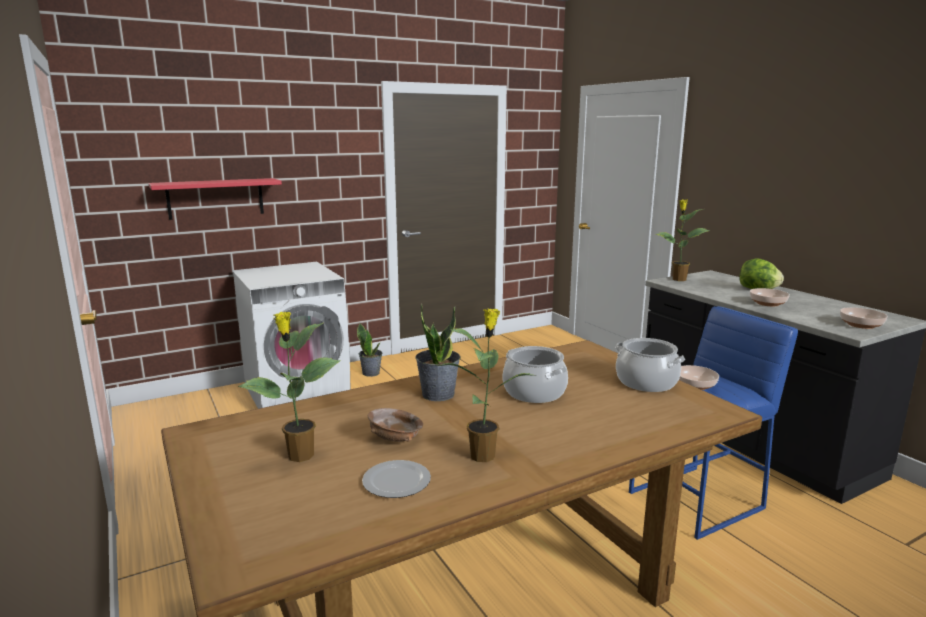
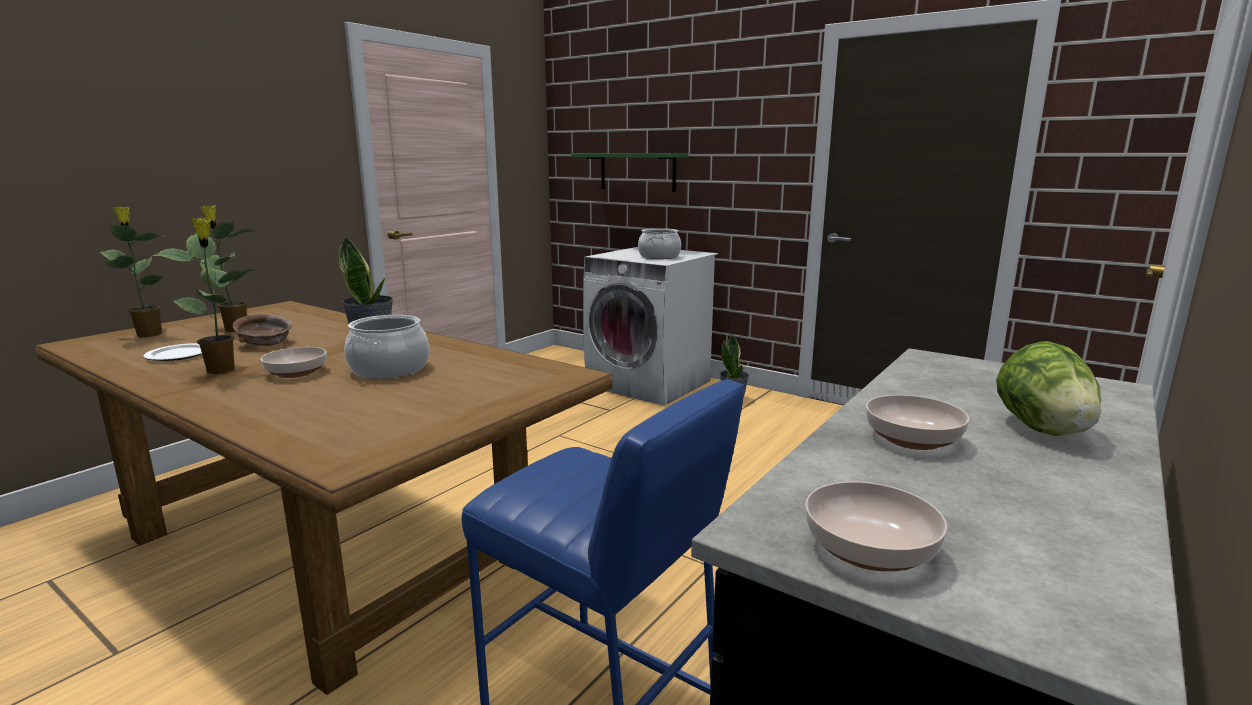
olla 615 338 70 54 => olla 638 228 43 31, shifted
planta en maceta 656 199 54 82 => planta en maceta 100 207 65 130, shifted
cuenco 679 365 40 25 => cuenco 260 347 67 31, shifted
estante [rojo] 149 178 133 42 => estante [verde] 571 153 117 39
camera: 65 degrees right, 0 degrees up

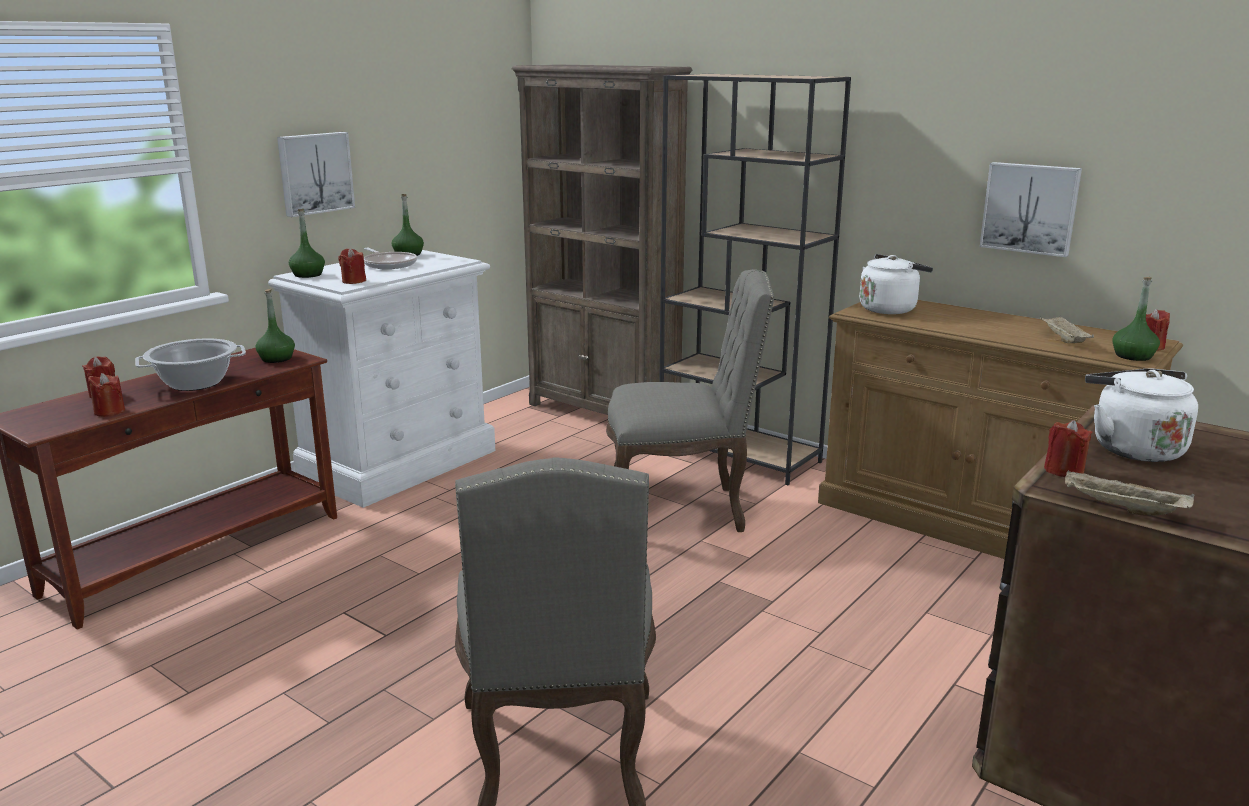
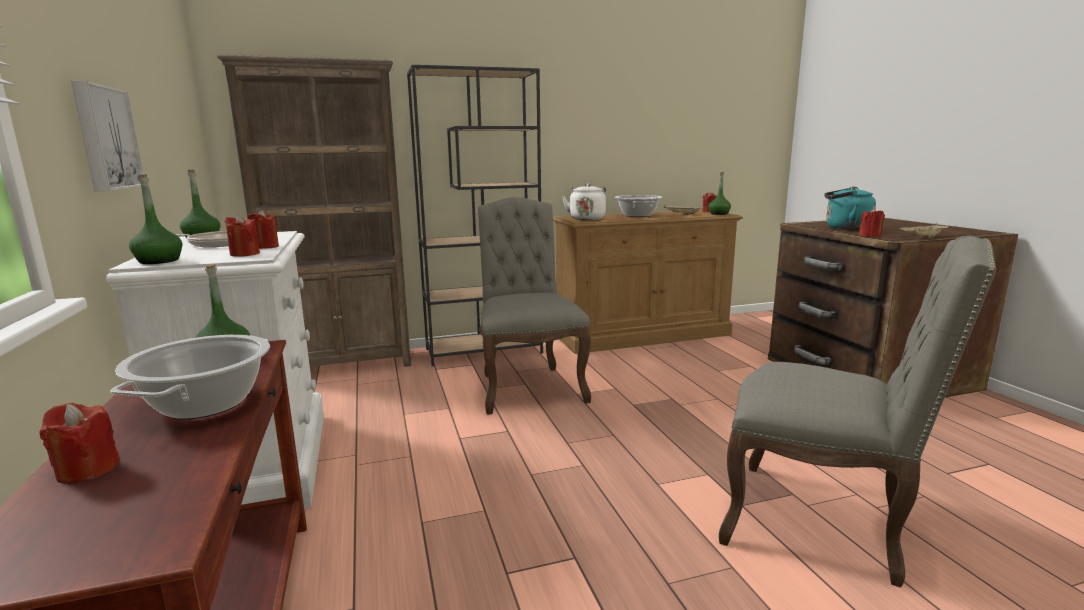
cuadro 980 162 102 95 => nothing
nothing => olla 615 195 47 22
vela [rojo] 88 373 37 44 => vela [rojo] 248 210 31 39, shifted
hervidor [blanco] 1085 369 113 93 => hervidor [turquesa] 824 186 52 44
silla [gris] 606 269 168 263 => silla [gris] 478 197 113 218, 45 degrees counterclockwise
camera: 55 degrees left, 5 degrees down

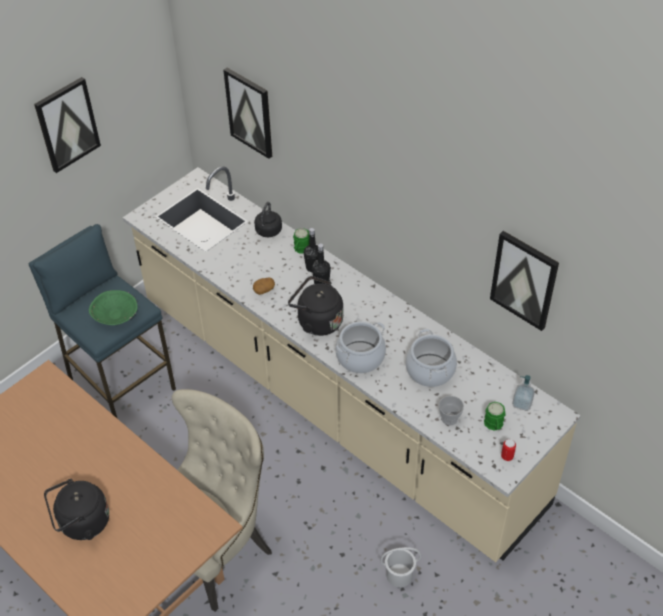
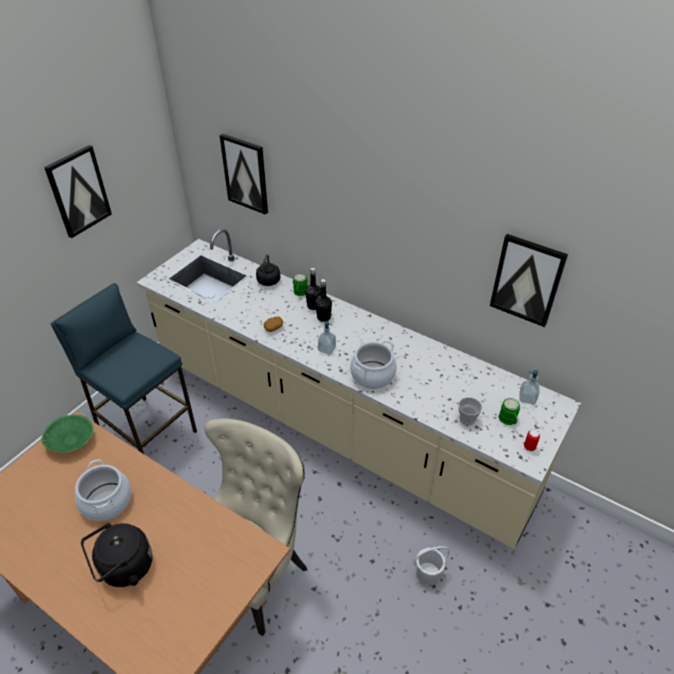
cuenco [verde] 89 290 49 35 => cuenco [verde] 41 415 53 38, shifted
olla 406 329 51 58 => olla 75 459 56 62, shifted
hervidor [negro] 288 276 55 60 => dispensador de jabón 318 321 18 33
camera: 10 degrees left, 5 degrees down

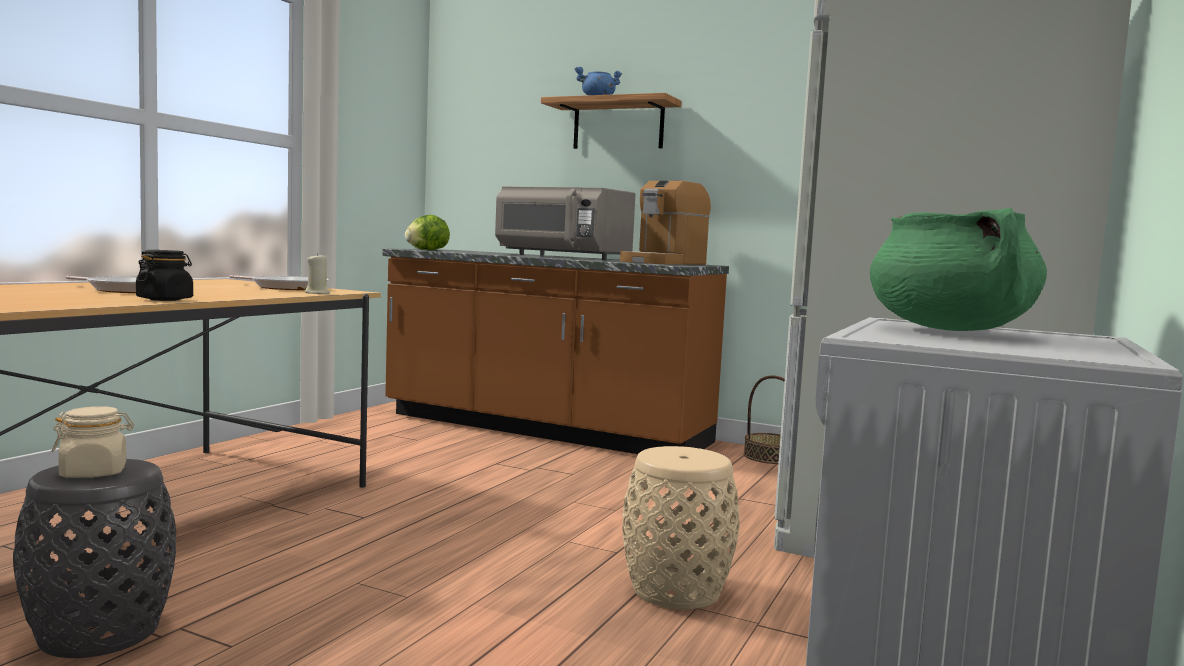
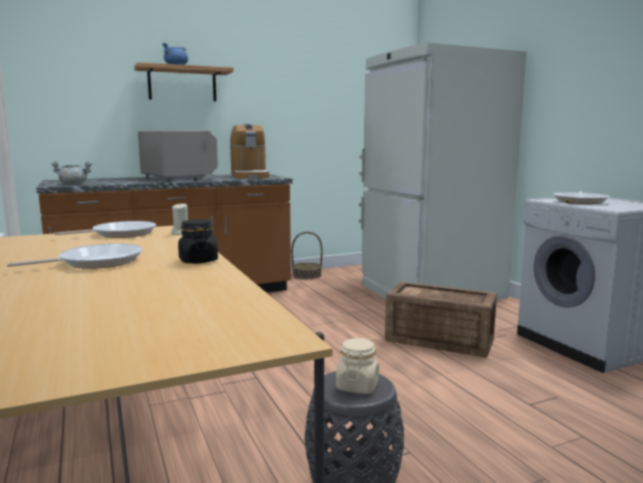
lechuga 405 215 45 35 => olla [gris] 51 161 41 24
taburete [beis] 622 446 118 163 => caja de embalaje 385 282 112 75
olla [verde] 870 208 177 123 => sartén 554 191 55 13
microondas [gris] 495 186 140 74 => microondas [gris] 138 130 80 52, 105 degrees counterclockwise
camera: 50 degrees left, 5 degrees up

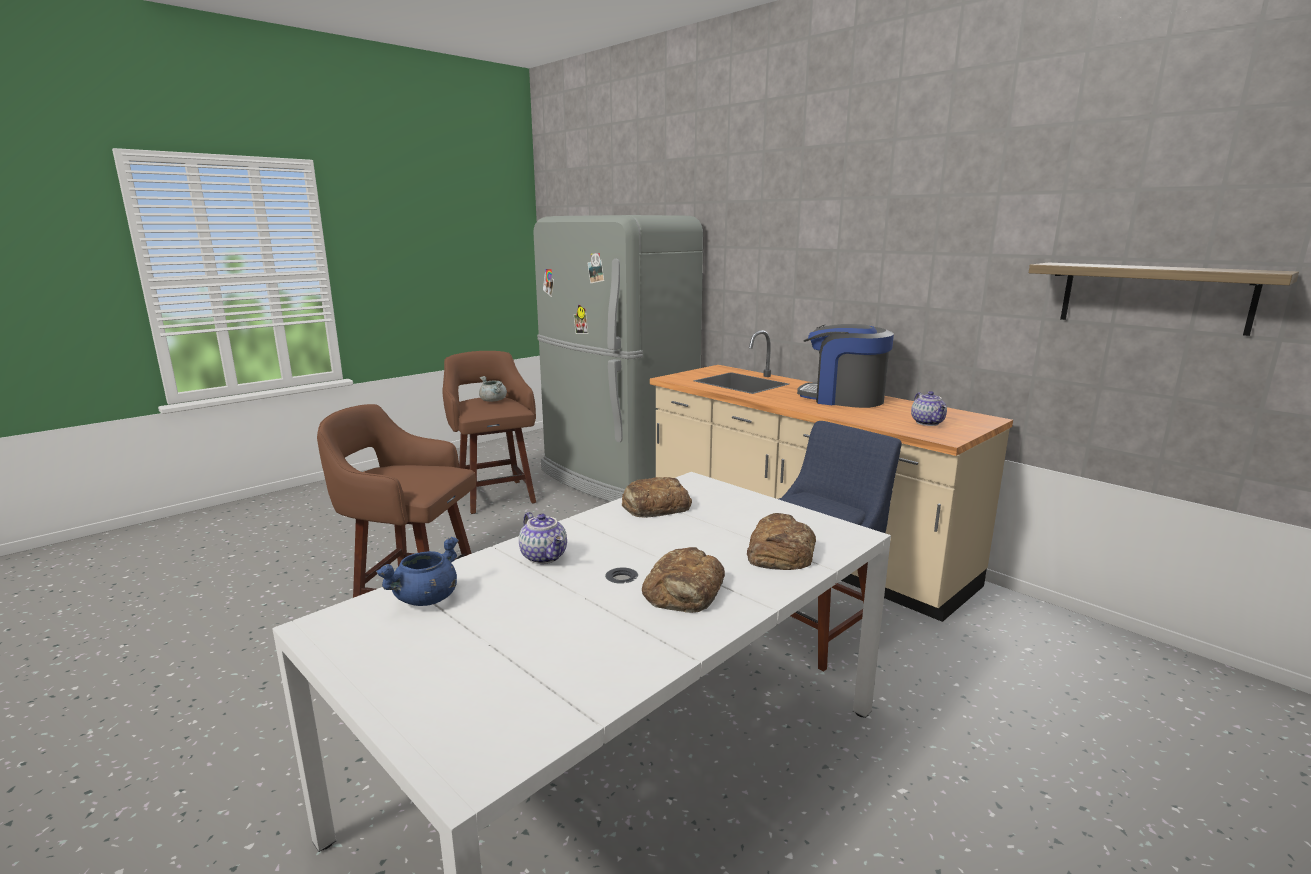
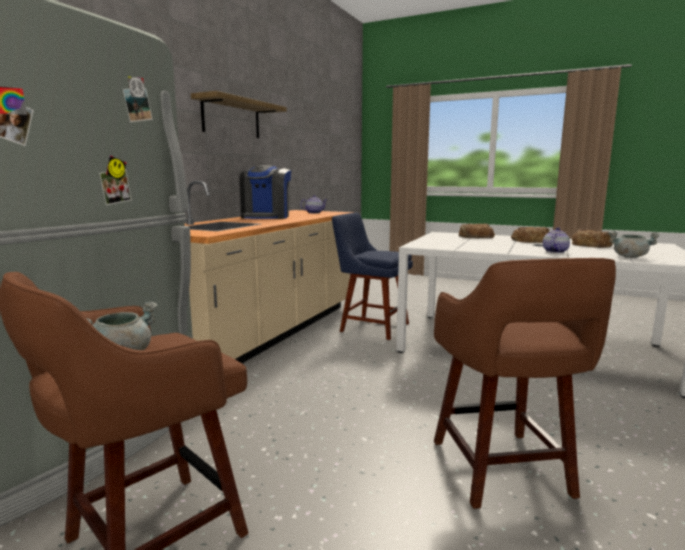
pan 622 477 70 41 => pan 572 229 41 19, shifted
estante 1029 263 270 73 => estante 191 91 96 47, shifted
olla [azul] 376 537 83 69 => olla [gris] 608 231 53 27
camera: 110 degrees left, 5 degrees down

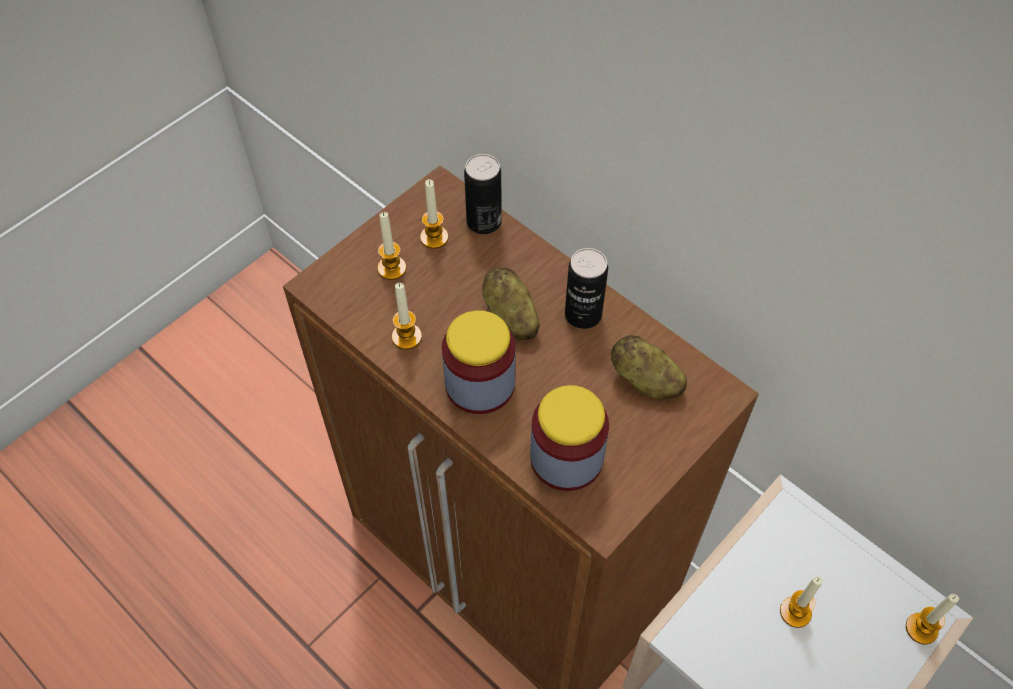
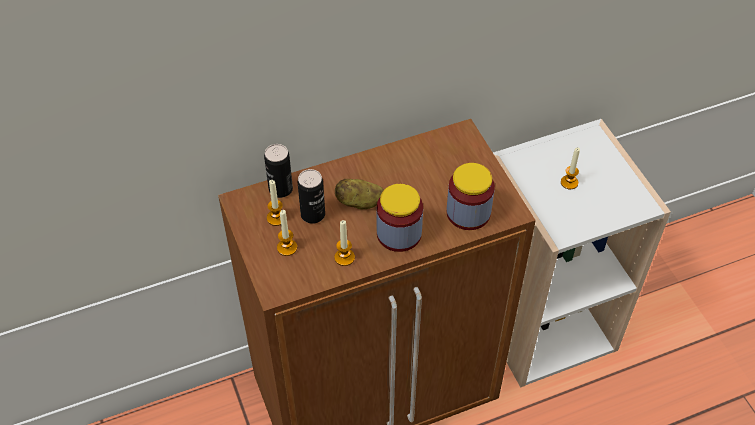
patata 611 335 76 64 => nothing
vela 906 594 53 50 => nothing
lata 565 248 43 81 => lata 298 169 27 55, shifted
camera: 65 degrees left, 5 degrees down

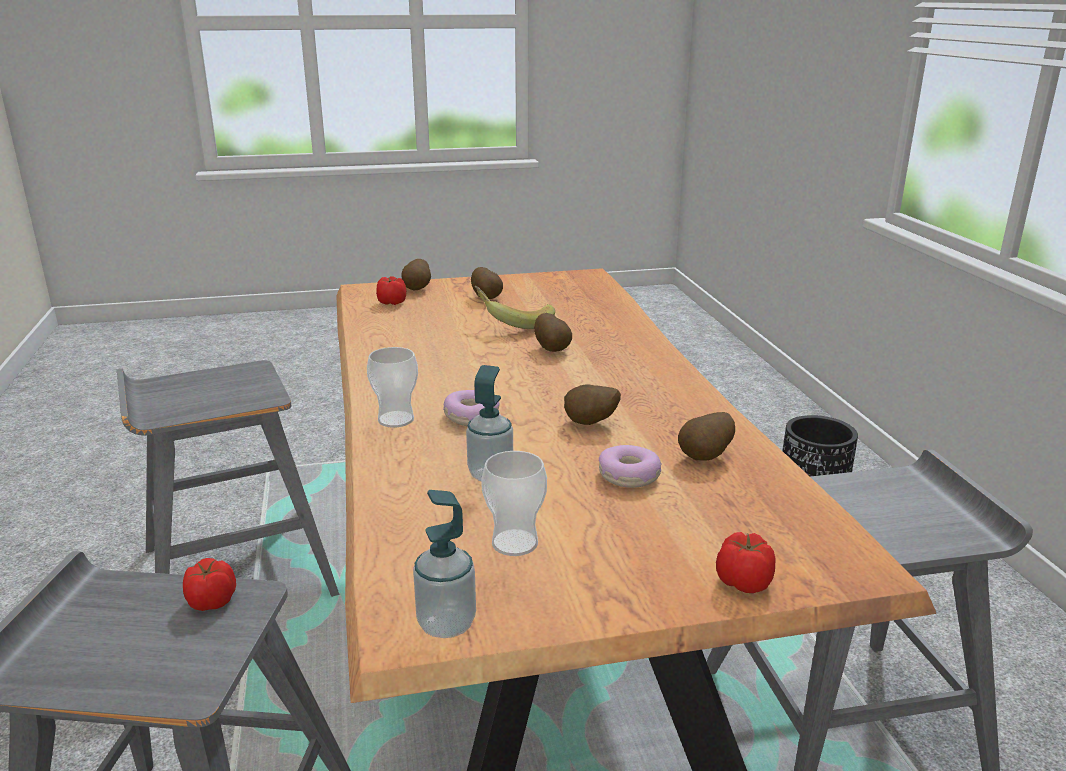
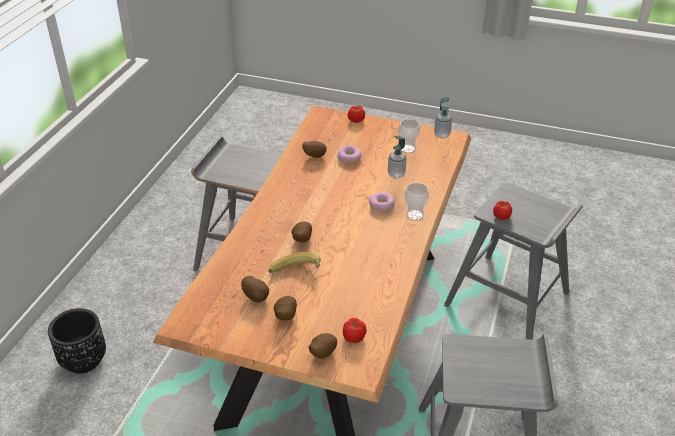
patata 564 385 57 40 => patata 241 276 28 26, shifted
camera: 150 degrees left, 15 degrees up

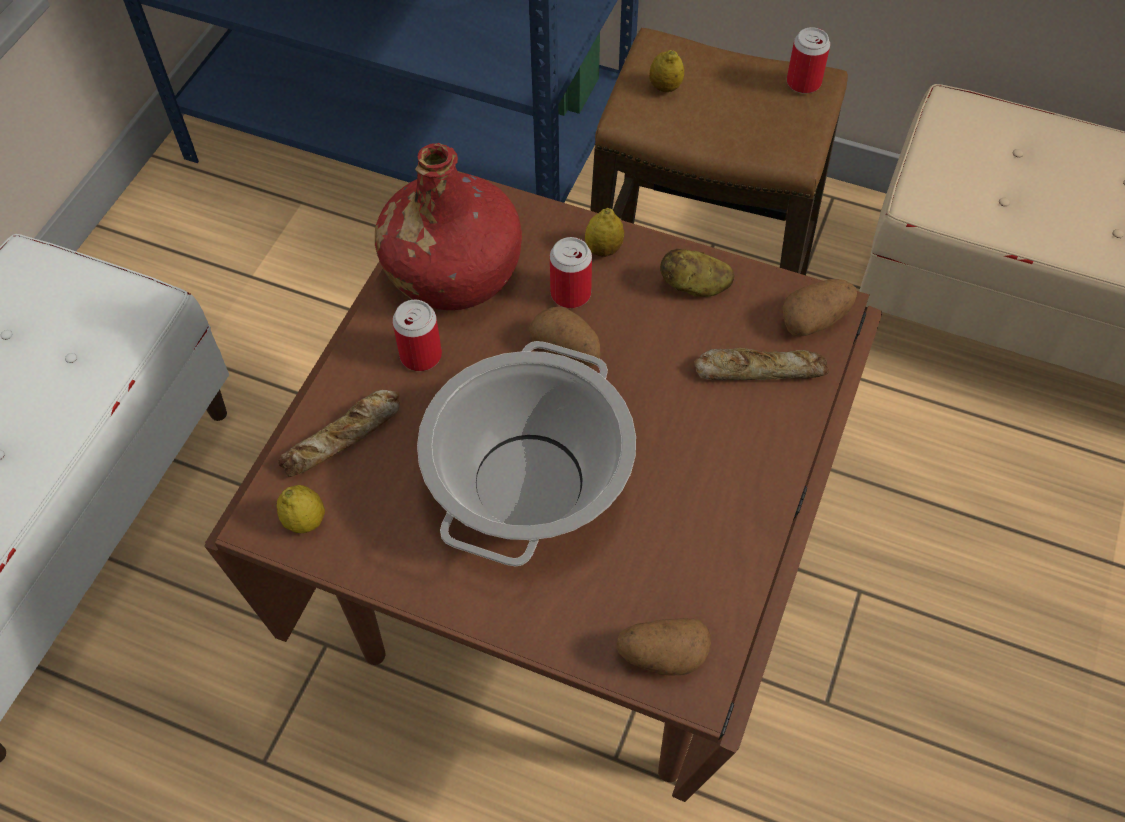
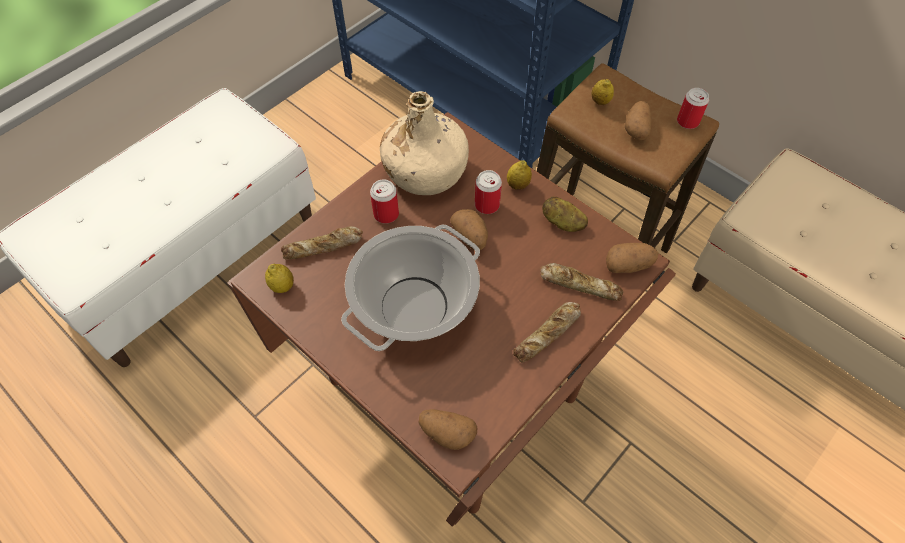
nothing => pan 513 302 68 60
nothing => patata 625 101 27 39
botella [rojo] 375 143 147 167 => botella [beis] 380 91 89 104
camera: 20 degrees right, 0 degrees up

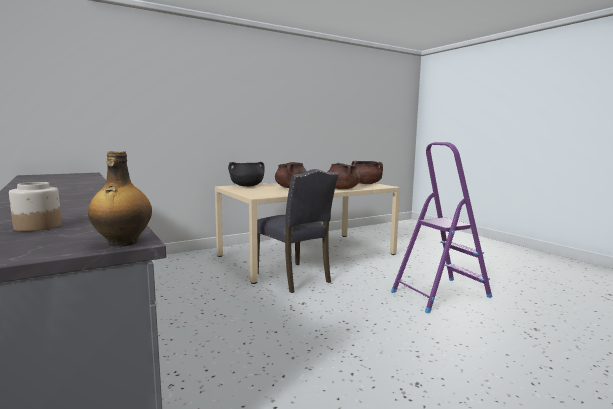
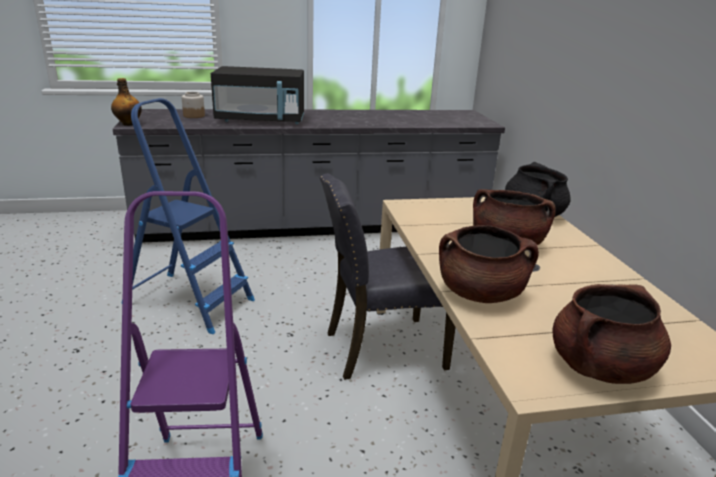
nothing => escalera de tijera [azul] 131 98 124 236
nothing => microondas [negro] 211 66 93 58
camera: 110 degrees right, 15 degrees up

